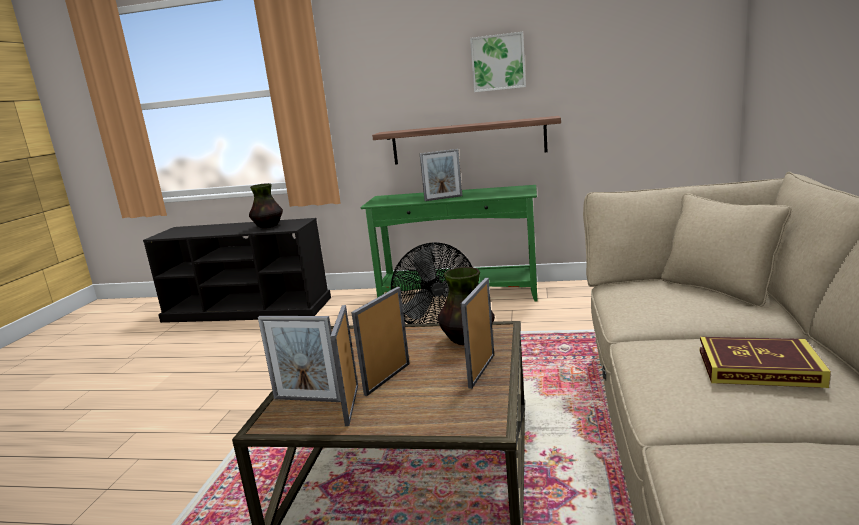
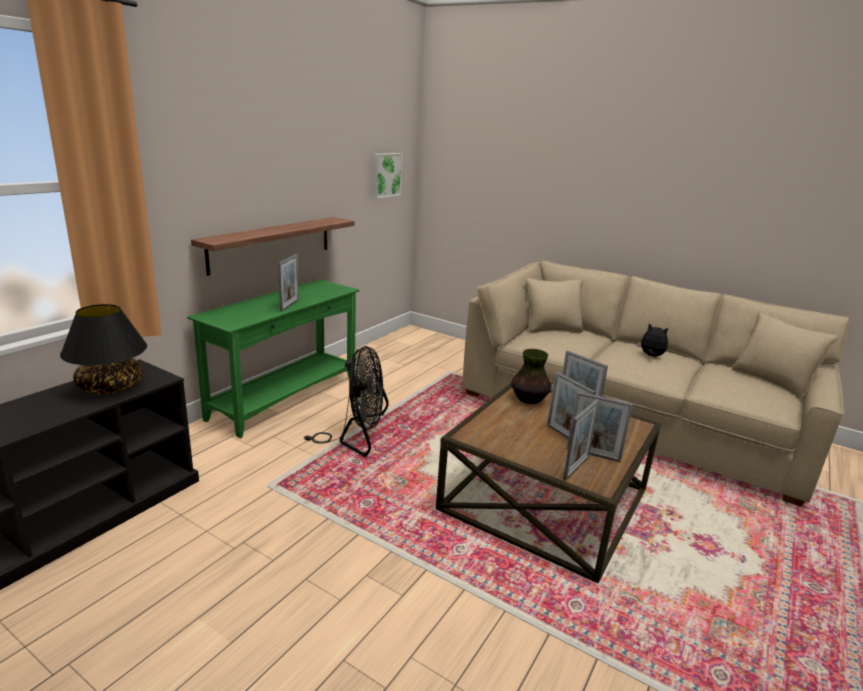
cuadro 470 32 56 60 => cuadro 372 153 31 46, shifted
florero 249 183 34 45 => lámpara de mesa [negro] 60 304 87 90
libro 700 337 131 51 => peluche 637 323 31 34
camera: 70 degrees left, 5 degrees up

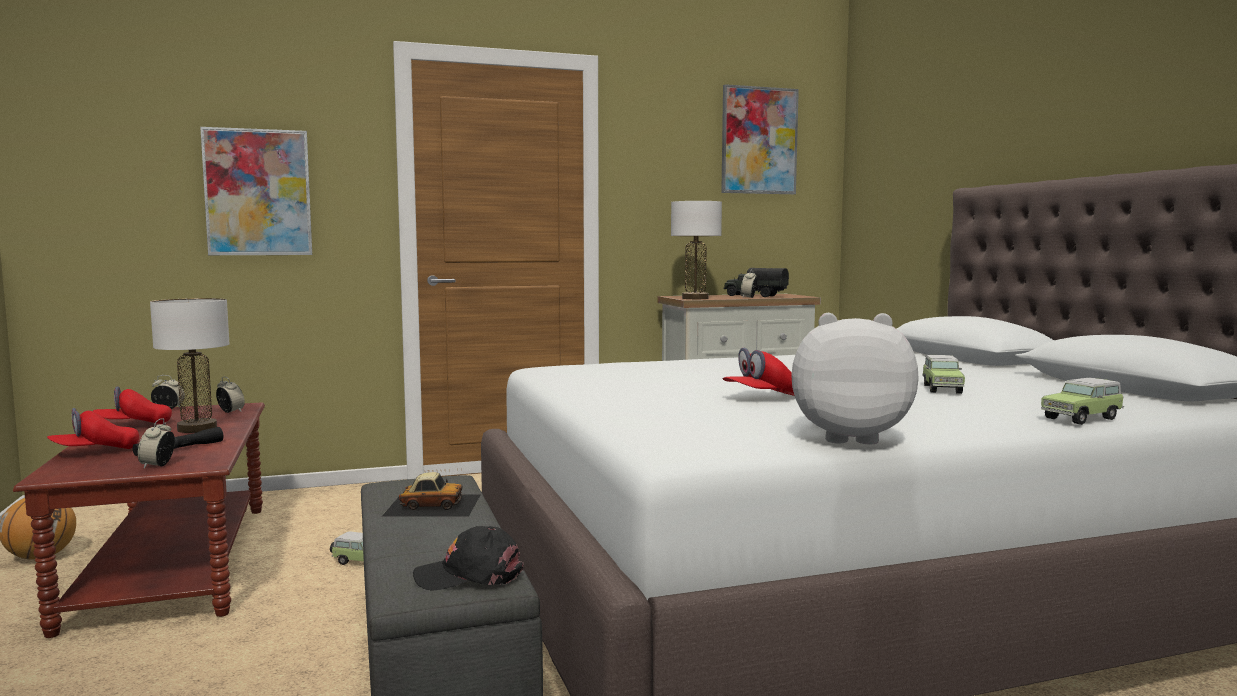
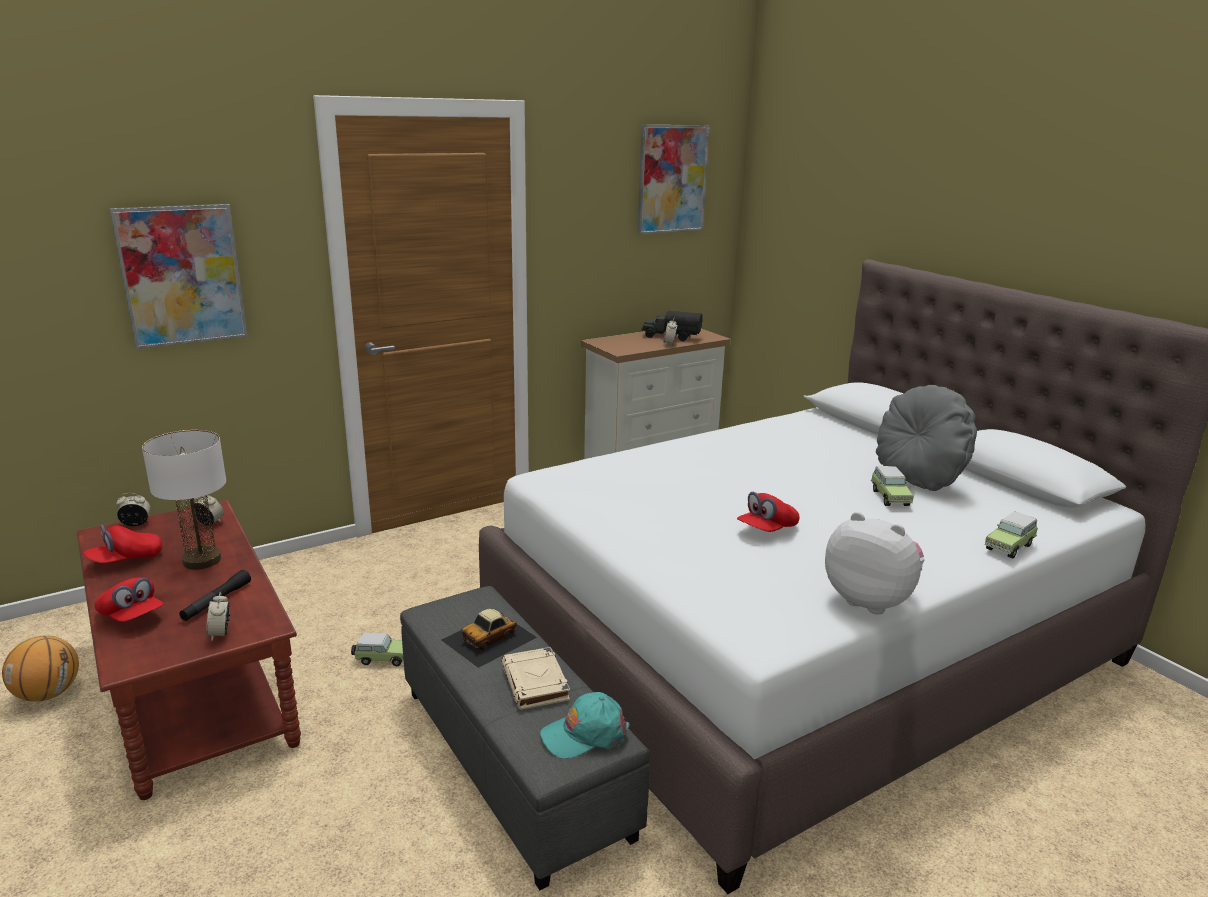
lámpara de mesa 671 201 51 98 => nothing
nothing => libro [beis] 501 647 69 63
nothing => cojín [gris] 876 385 101 106
gorra [negro] 413 526 111 65 => gorra [turquesa] 540 692 90 67
gorra [rojo] 47 408 92 41 => gorra [rojo] 95 578 69 44, 90 degrees counterclockwise
coche de juguete 381 472 99 45 => coche de juguete 441 609 96 59, 150 degrees clockwise
peluche 791 313 128 131 => peluche 825 512 100 102, 45 degrees clockwise
camera: 15 degrees left, 15 degrees up

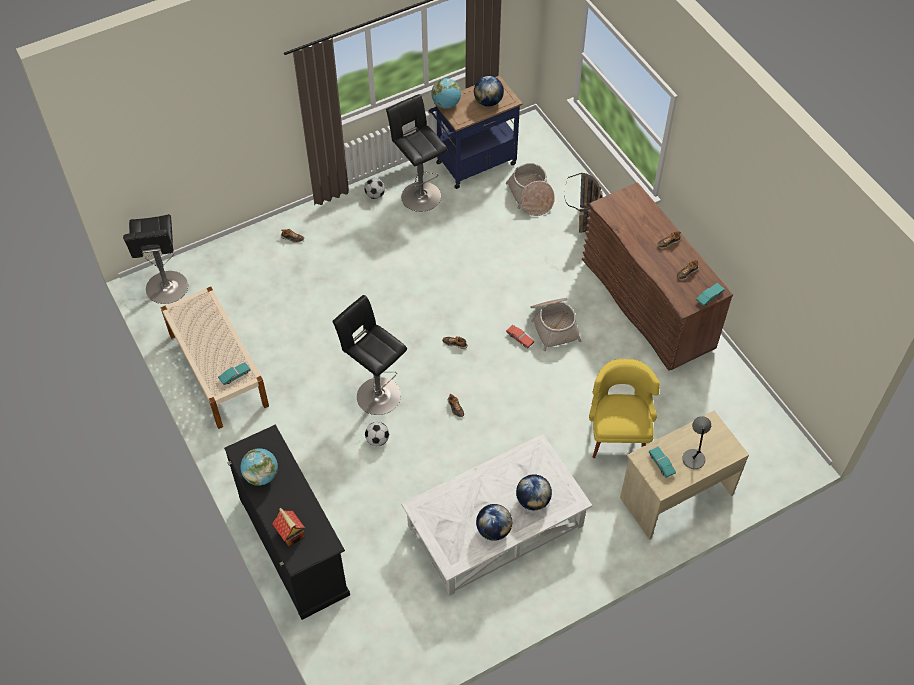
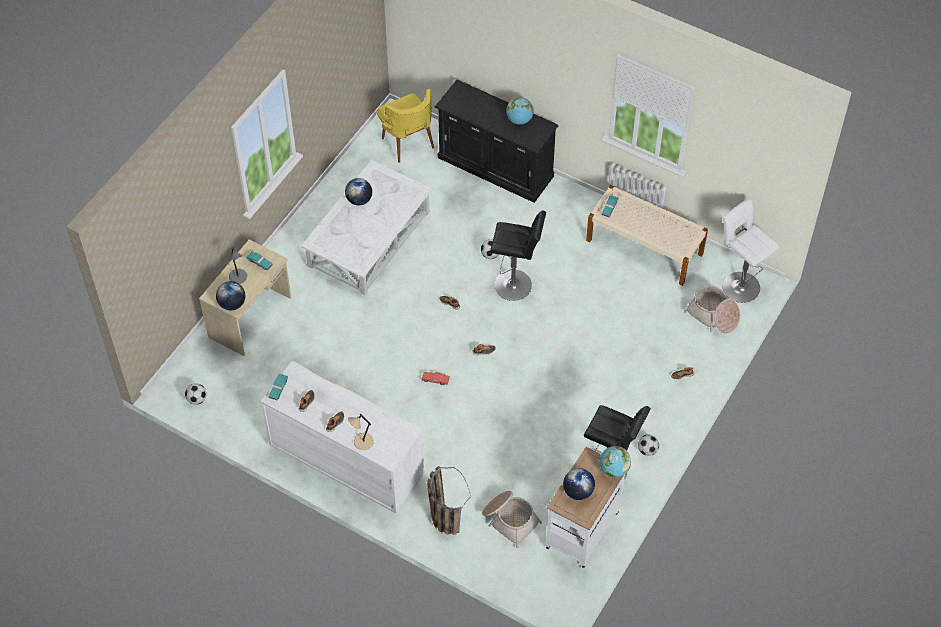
casita 272 508 33 38 => nothing
nothing => balón de fútbol 185 383 22 22
nothing => lámpara de mesa [beis] 348 414 26 36
globo terráqueo 516 474 36 36 => globo terráqueo 216 281 29 29, shifted
cesta 530 298 51 53 => cesta 684 285 56 48, shifted
silla [amarillo] 589 359 71 99 => silla [amarillo] 377 89 57 74, shifted
taburete [negro] 123 214 65 90 => taburete [blanco] 722 198 57 105
carrito [azul] 429 75 93 114 => carrito [blanco] 546 445 79 123
cómoda [marrón] 582 182 151 189 => cómoda [blanco] 261 360 164 153
camera: 150 degrees right, 0 degrees up

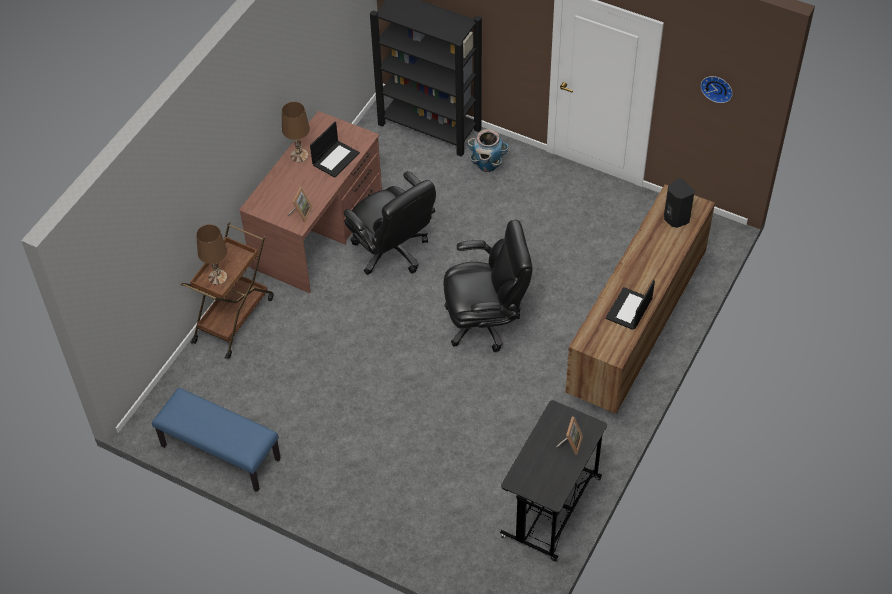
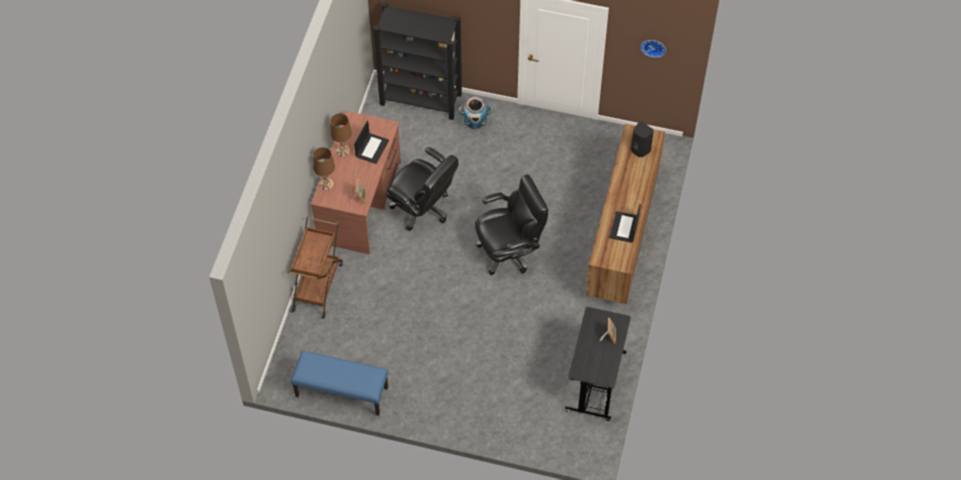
lámpara de mesa [marrón] 196 224 31 61 => lámpara de mesa [marrón] 313 147 22 43, shifted
camera: 15 degrees left, 5 degrees up

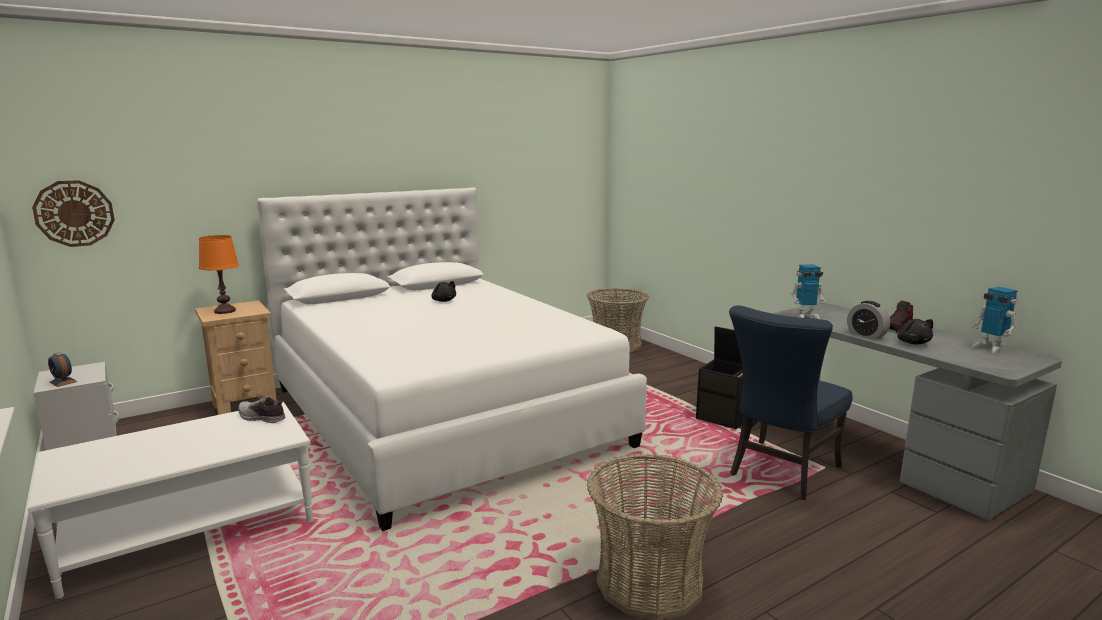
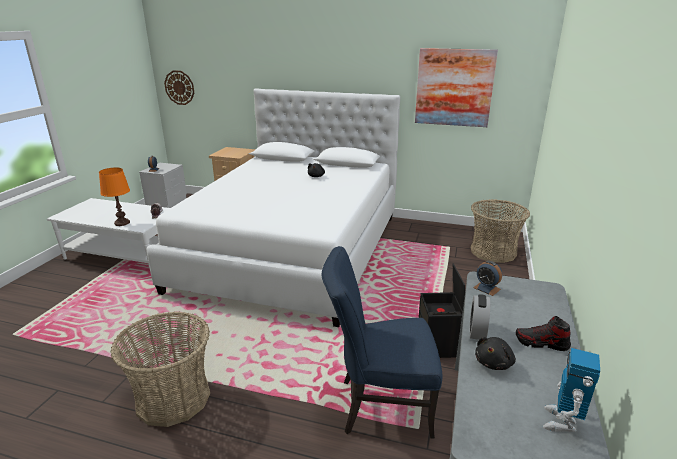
nothing => cuadro 415 48 83 79
lámpara de mesa [naranja] 199 235 40 79 => lámpara de mesa [naranja] 99 168 31 58, shifted
robot de juguete 791 264 34 55 => despertador 473 261 29 35
camera: 50 degrees right, 10 degrees up

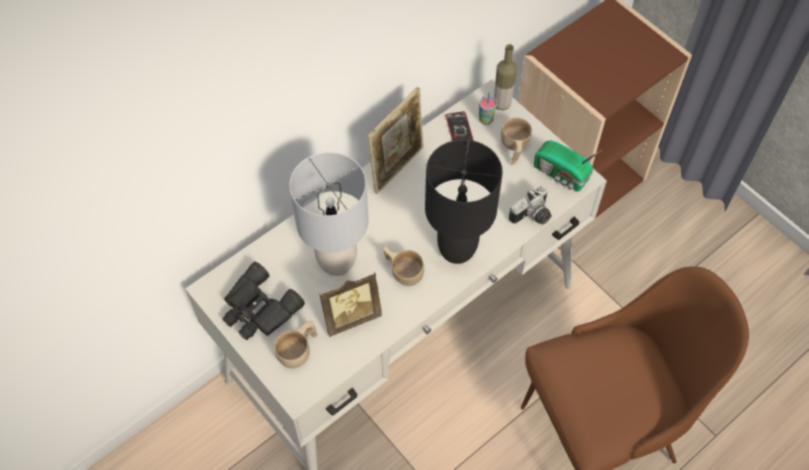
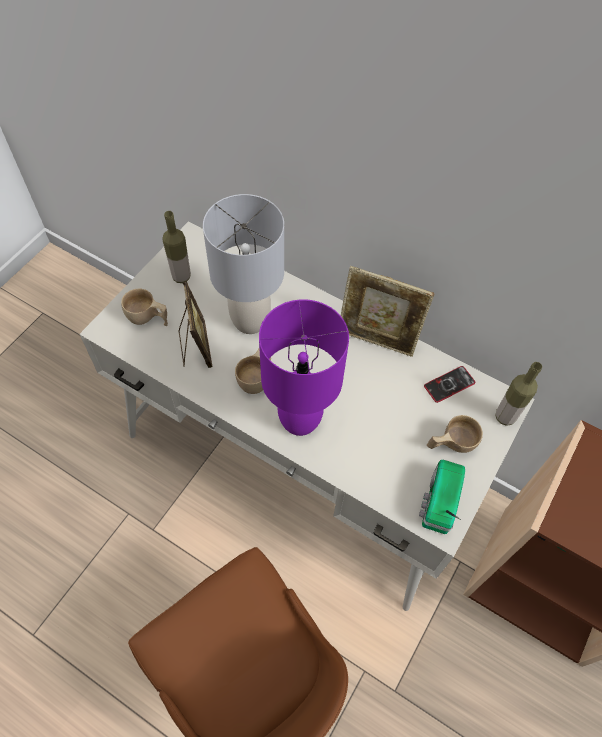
taza 479 93 18 32 => nothing
cámara 509 185 43 40 => nothing
prismáticos [negro] 222 261 83 79 => botella 162 211 29 72
lámpara de mesa [negro] 425 139 78 125 => lámpara de mesa [morado] 259 299 90 137
portarretratos 319 272 63 65 => portarretratos 179 282 33 86, 150 degrees counterclockwise
camera: 70 degrees right, 0 degrees up

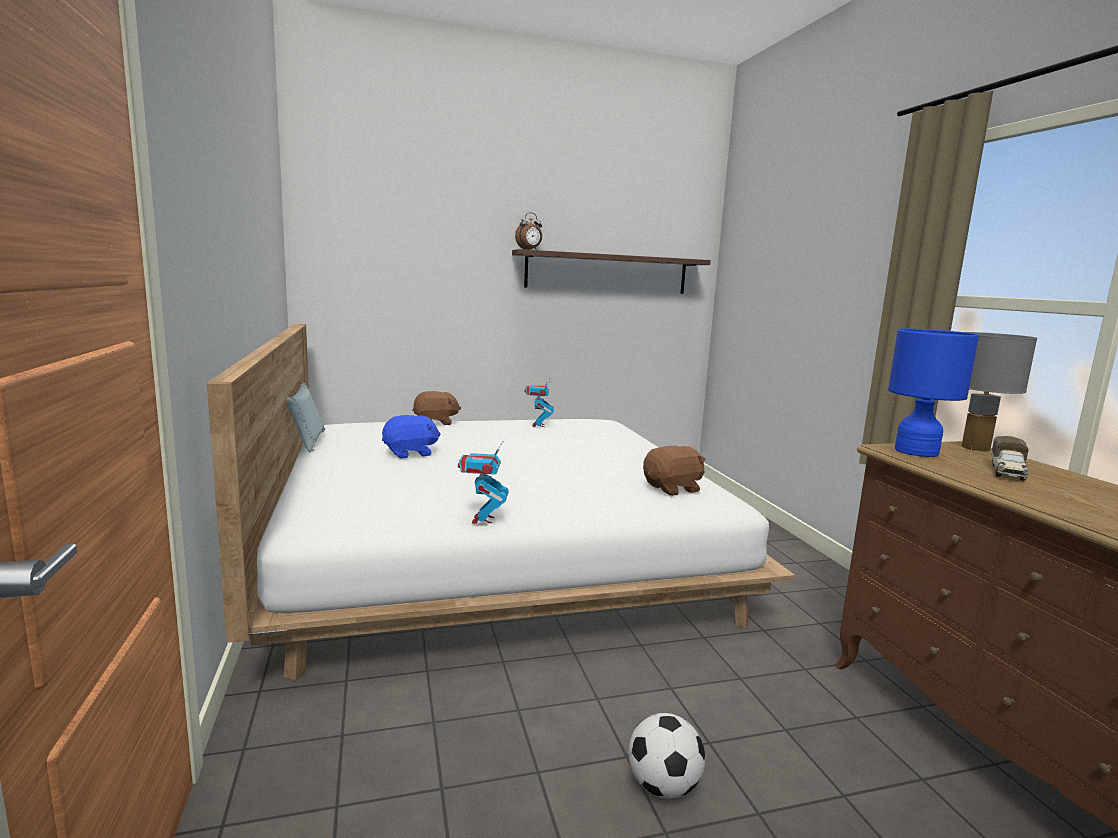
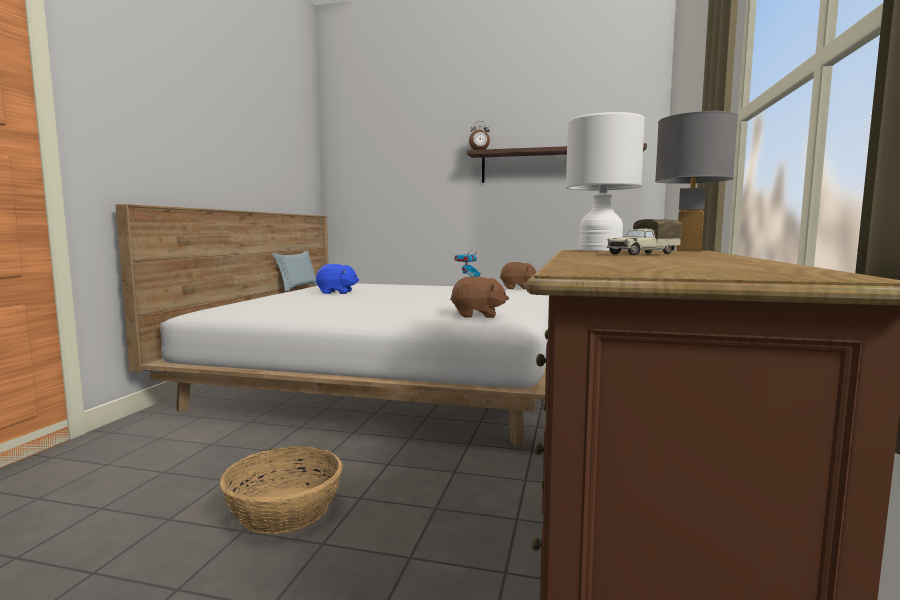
robot de juguete 458 441 51 83 => nothing
peluche [marrón] 412 391 49 34 => peluche [marrón] 500 262 36 28, shifted
balón de fútbol 628 713 77 86 => cesta 220 446 122 88
lámpara de mesa [azul] 888 328 91 129 => lámpara de mesa [blanco] 566 112 79 139
camera: 30 degrees right, 5 degrees down

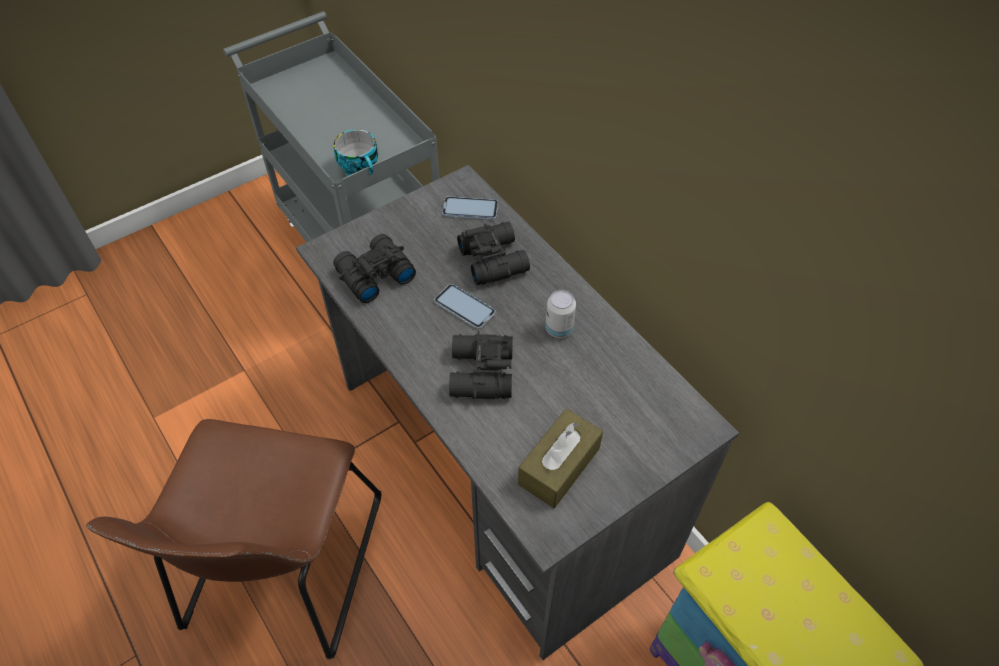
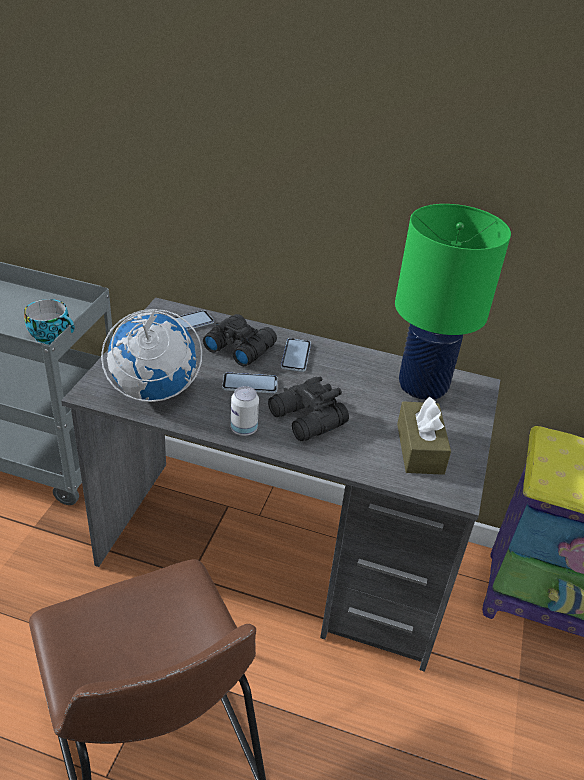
nothing => móvil 281 338 30 34
nothing => lámpara de mesa [verde] 395 204 116 196
lata 545 290 31 48 => lata 231 386 28 50, shifted
prismáticos [negro] 333 234 83 69 => globo terráqueo 101 308 101 94
camera: 40 degrees left, 15 degrees down

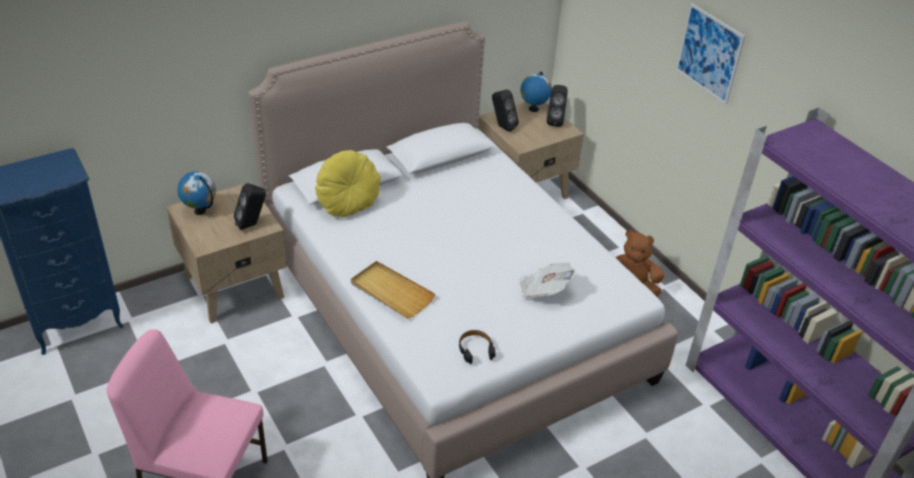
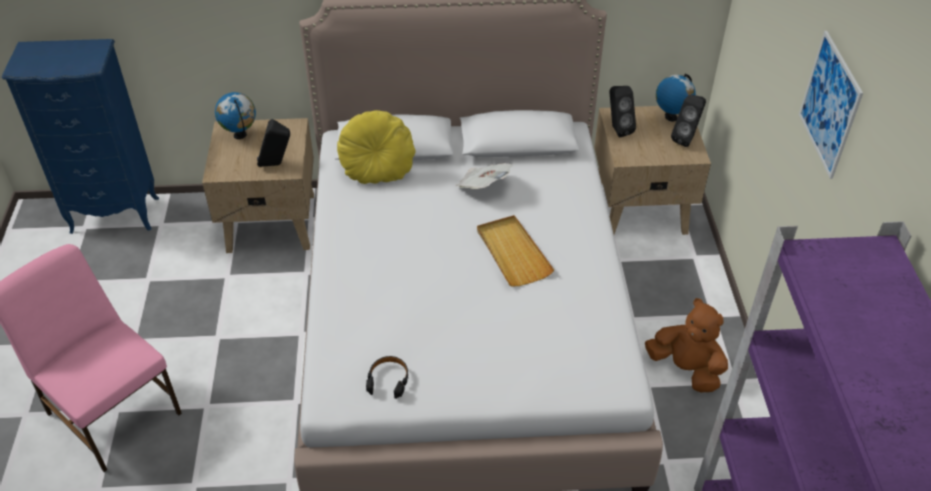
bandeja [beis] 351 261 85 57 => bandeja [beis] 477 215 77 71, shifted
periódico 519 263 56 35 => periódico 456 163 57 26, shifted
camera: 30 degrees right, 5 degrees up

